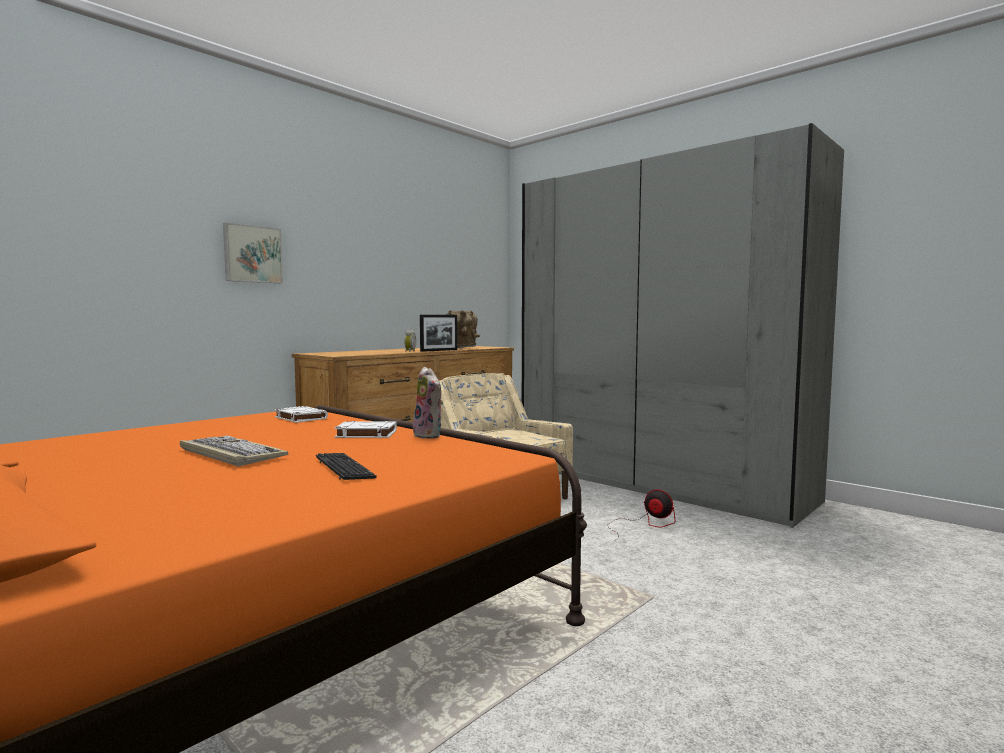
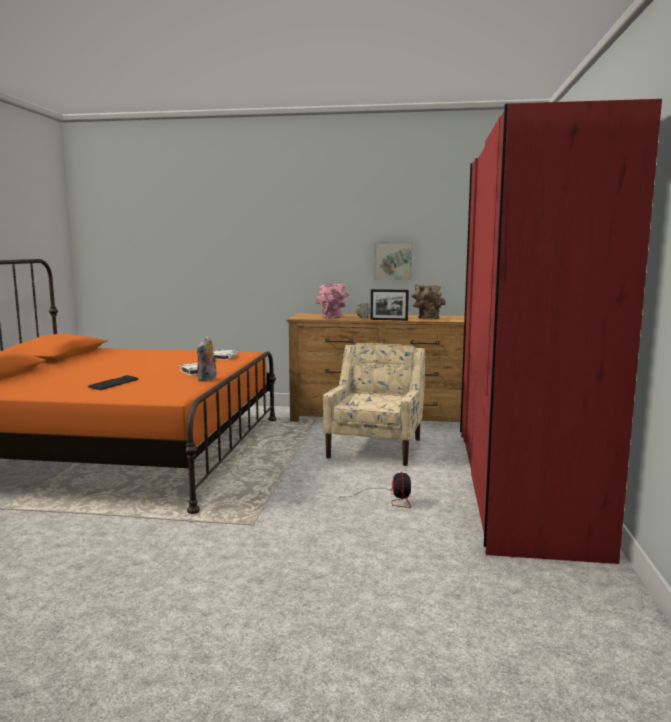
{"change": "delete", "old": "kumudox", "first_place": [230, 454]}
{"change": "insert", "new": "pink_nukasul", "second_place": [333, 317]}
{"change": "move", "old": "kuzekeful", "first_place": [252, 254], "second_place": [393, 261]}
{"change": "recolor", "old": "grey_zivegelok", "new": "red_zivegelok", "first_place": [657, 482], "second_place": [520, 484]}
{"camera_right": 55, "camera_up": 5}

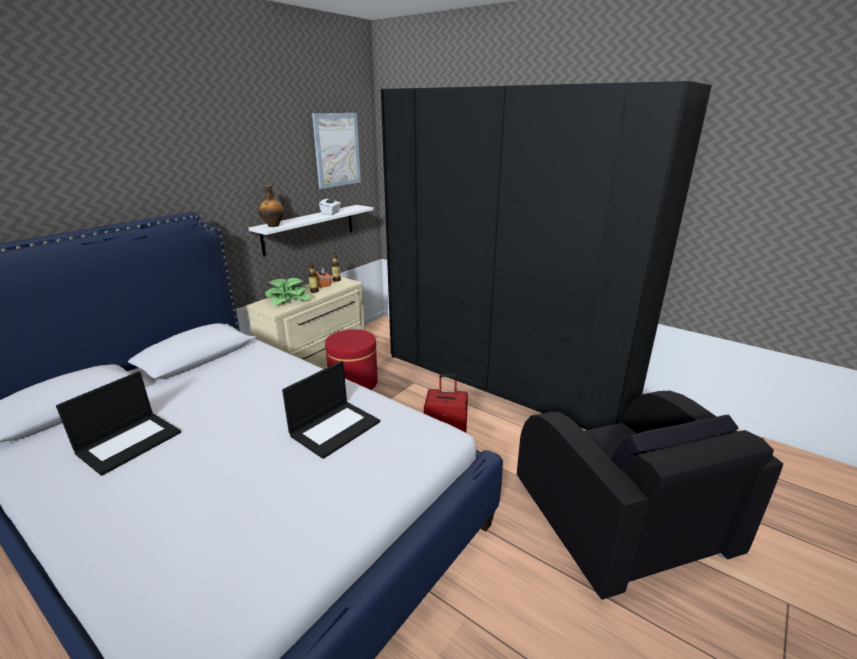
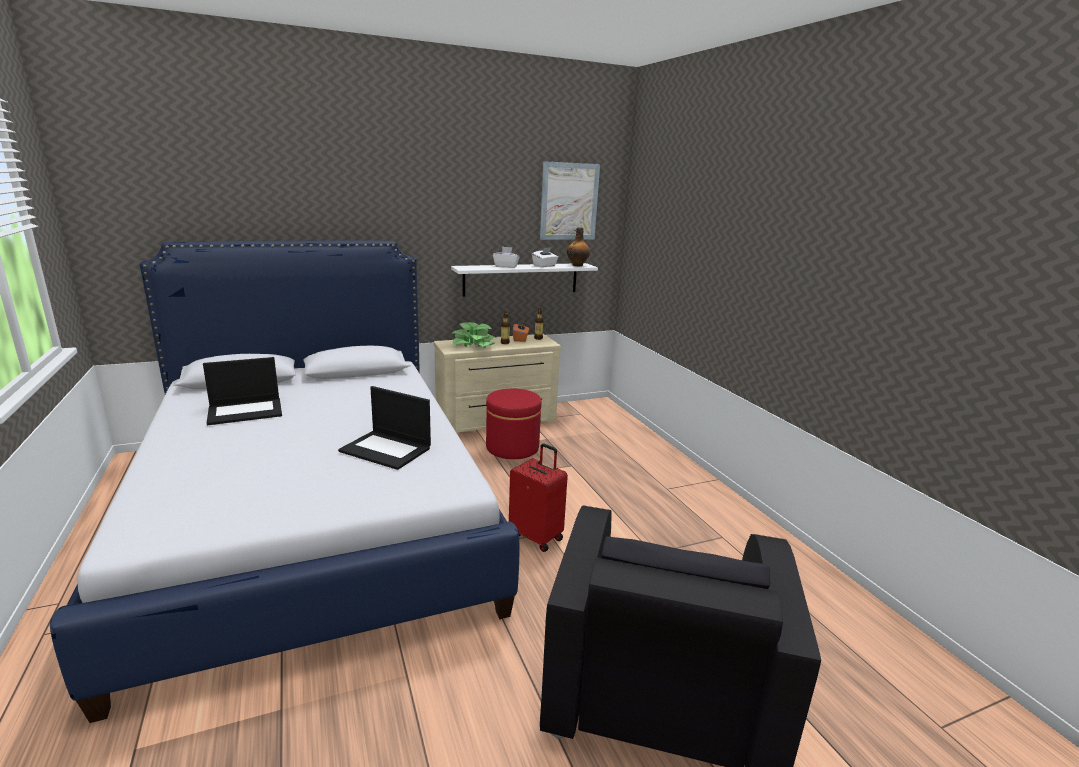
{"change": "delete", "old": "black_zivegelok", "first_place": [506, 377]}
{"change": "insert", "new": "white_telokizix", "second_place": [506, 266]}
{"change": "move", "old": "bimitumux", "first_place": [273, 225], "second_place": [577, 265]}
{"change": "rotate", "old": "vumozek", "first_place": [335, 428], "second_place": [387, 449], "degrees": 45}
{"camera_right": 30, "camera_up": -5}

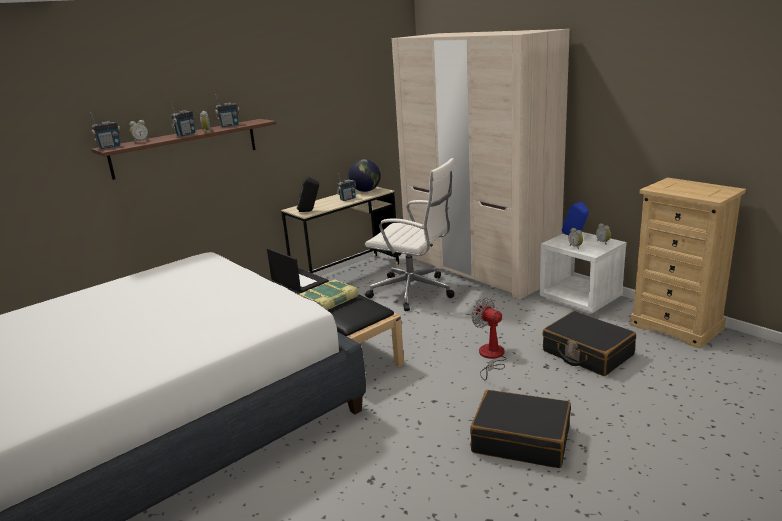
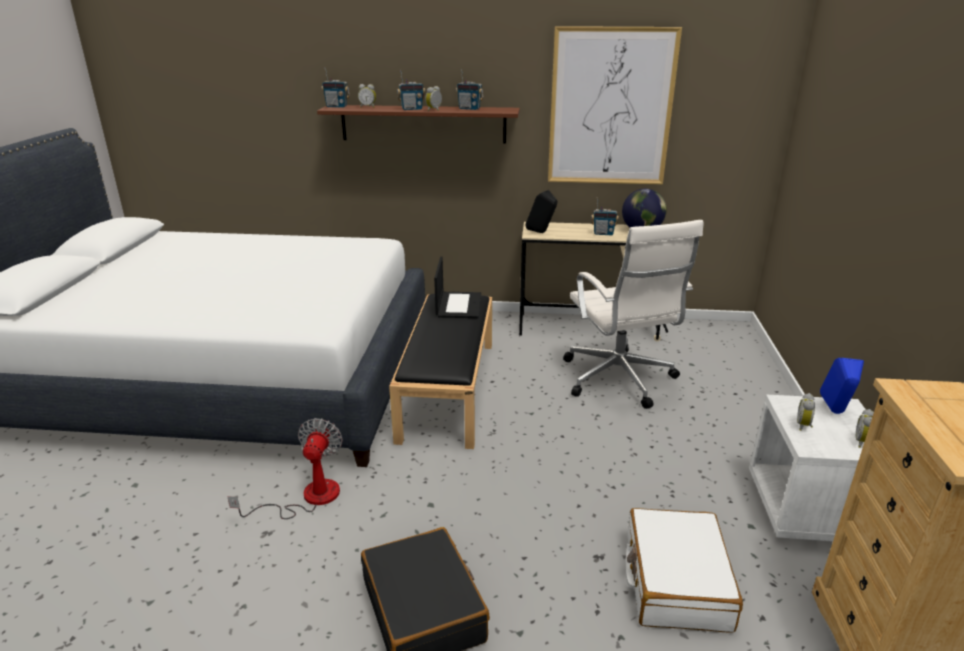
{"change": "delete", "old": "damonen", "first_place": [329, 300]}
{"change": "delete", "old": "beige_zivegelok", "first_place": [478, 269]}
{"change": "insert", "new": "kuzekeful", "second_place": [610, 108]}
{"change": "move", "old": "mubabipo", "first_place": [491, 357], "second_place": [308, 498]}
{"change": "recolor", "old": "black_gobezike", "new": "white_gobezike", "first_place": [587, 353], "second_place": [675, 581]}
{"camera_right": 45, "camera_up": 5}

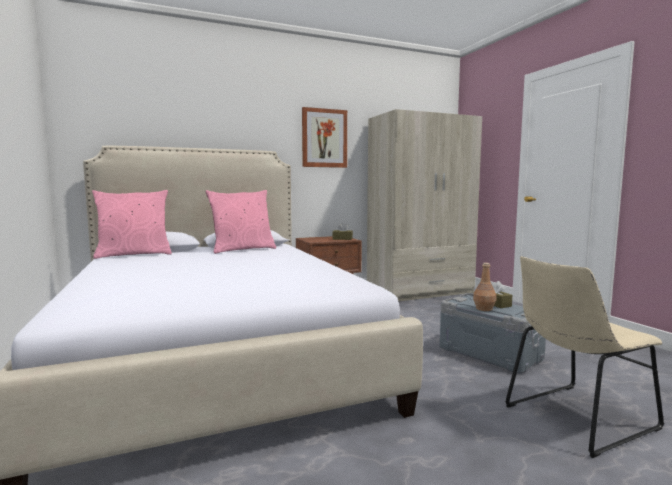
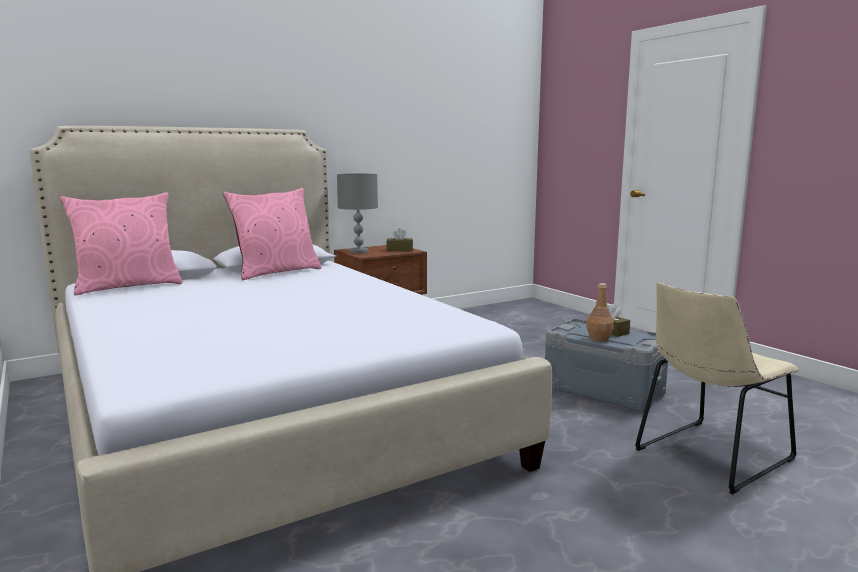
{"change": "delete", "old": "kuzekeful", "first_place": [324, 138]}
{"change": "delete", "old": "beige_zivegelok", "first_place": [420, 291]}
{"change": "insert", "new": "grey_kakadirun", "second_place": [359, 251]}
{"camera_right": -10, "camera_up": 5}

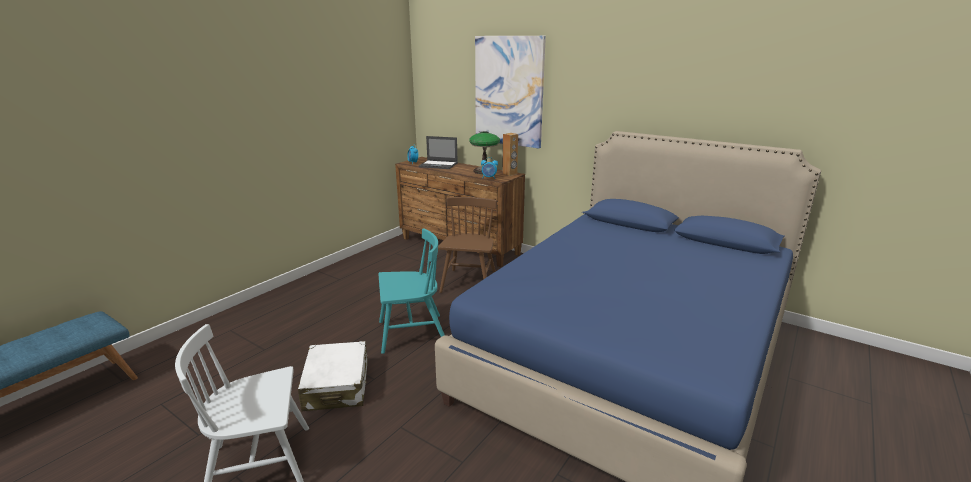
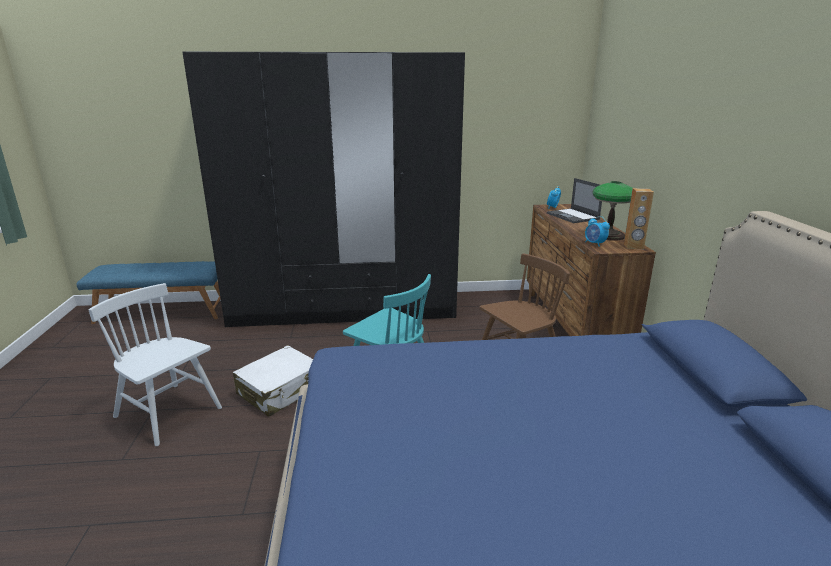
{"change": "delete", "old": "kuzekeful", "first_place": [509, 91]}
{"change": "insert", "new": "black_zivegelok", "second_place": [343, 310]}
{"camera_right": 50, "camera_up": 0}

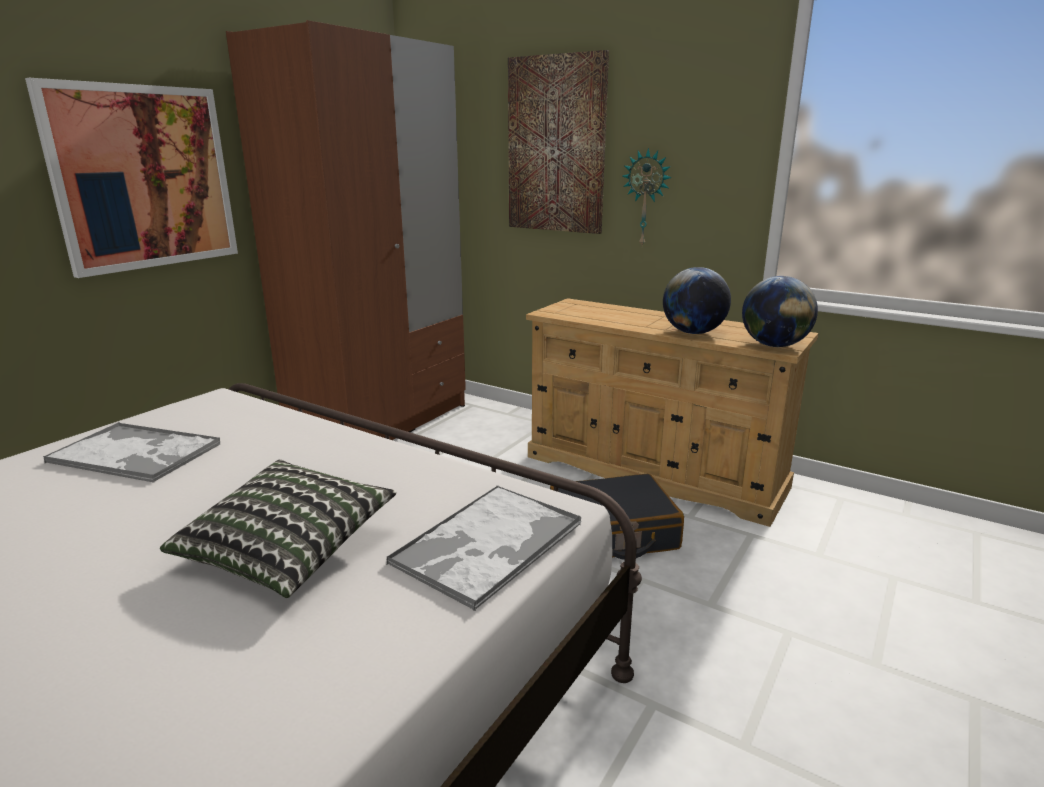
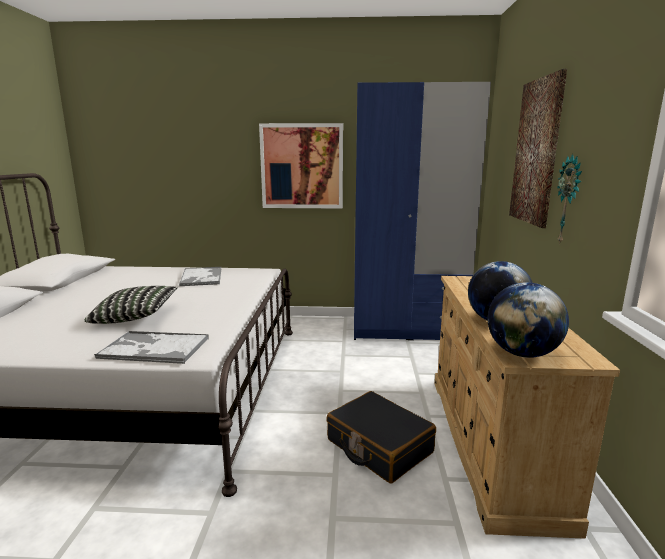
{"change": "recolor", "old": "brown_zivegelok", "new": "blue_zivegelok", "first_place": [381, 422], "second_place": [406, 329]}
{"camera_right": 60, "camera_up": -5}

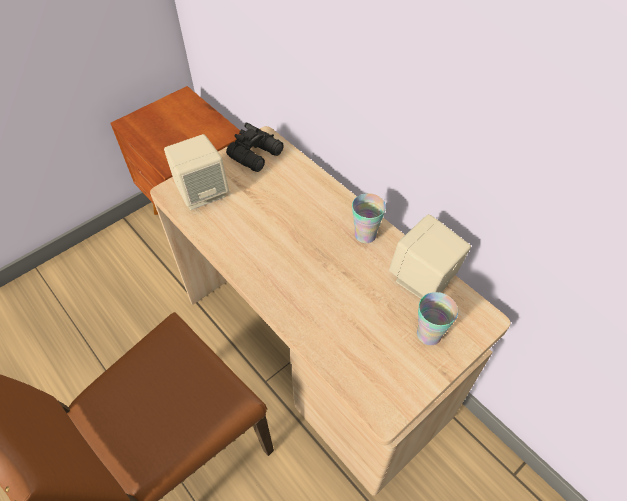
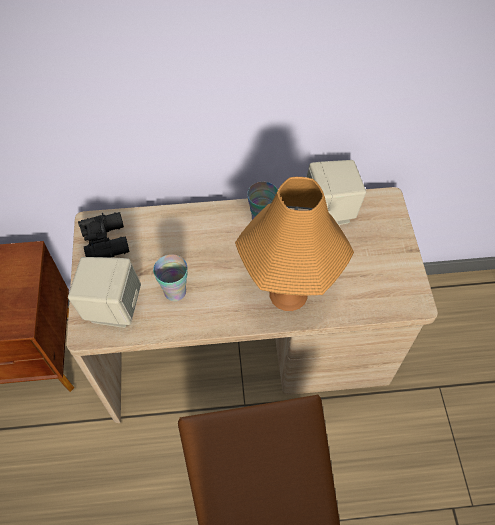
{"change": "insert", "new": "orange_kakadirun", "second_place": [288, 293]}
{"change": "move", "old": "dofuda", "first_place": [429, 334], "second_place": [175, 292]}
{"camera_right": -55, "camera_up": 5}

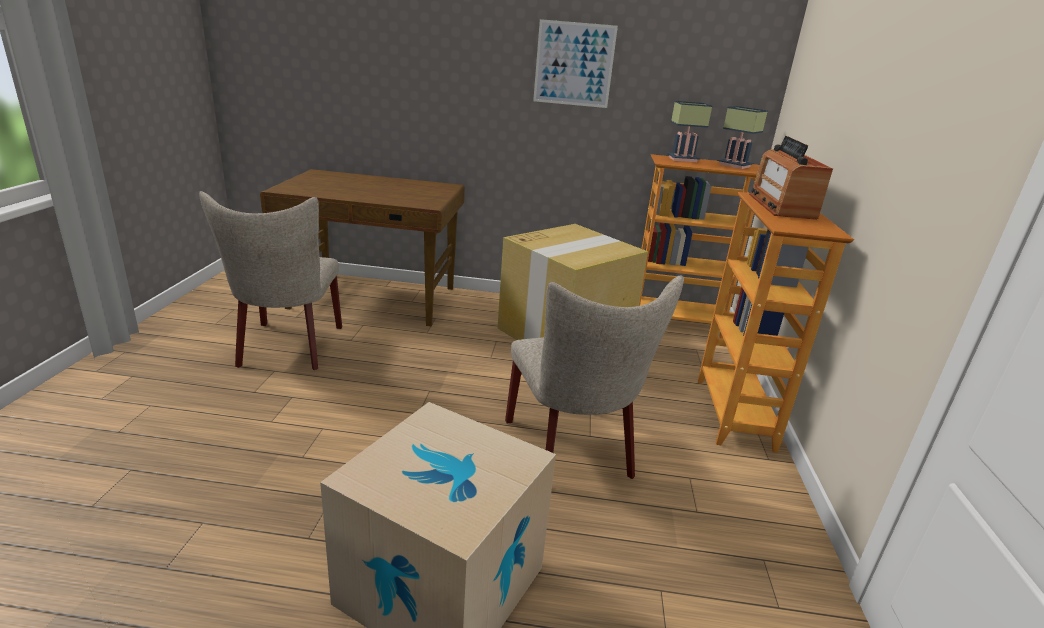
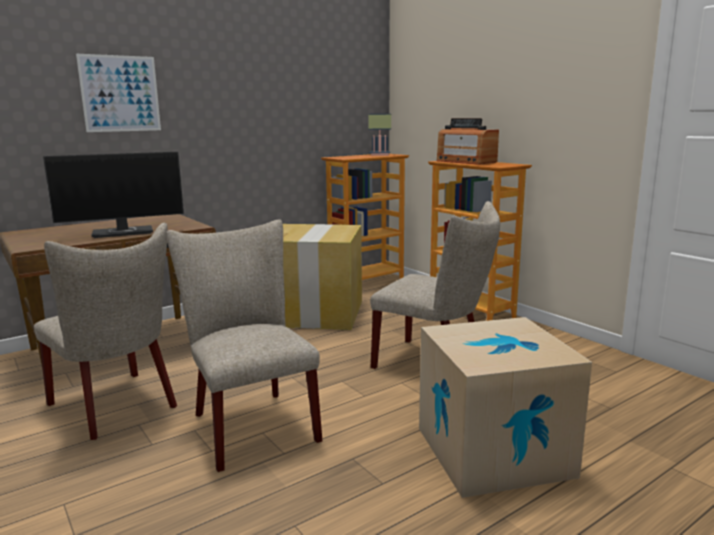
{"change": "delete", "old": "kakadirun", "first_place": [681, 159]}
{"change": "insert", "new": "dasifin", "second_place": [124, 232]}
{"change": "insert", "new": "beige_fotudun", "second_place": [250, 423]}
{"change": "move", "old": "kuzekeful", "first_place": [574, 64], "second_place": [120, 93]}
{"camera_right": -40, "camera_up": -10}

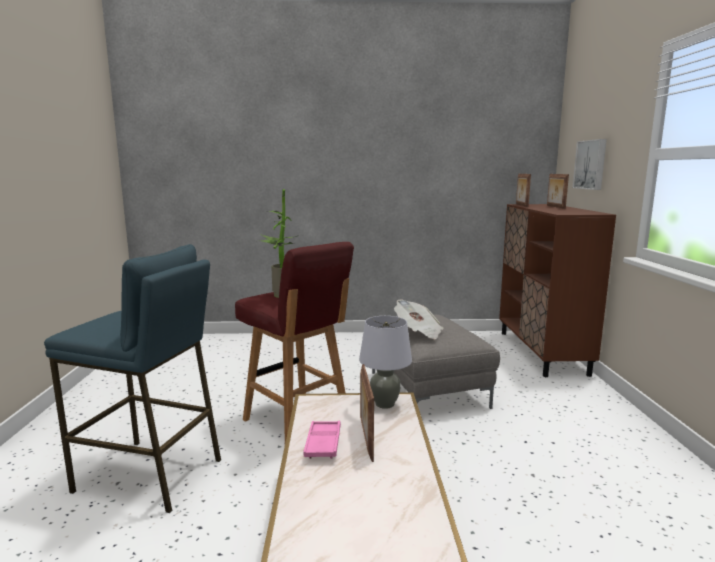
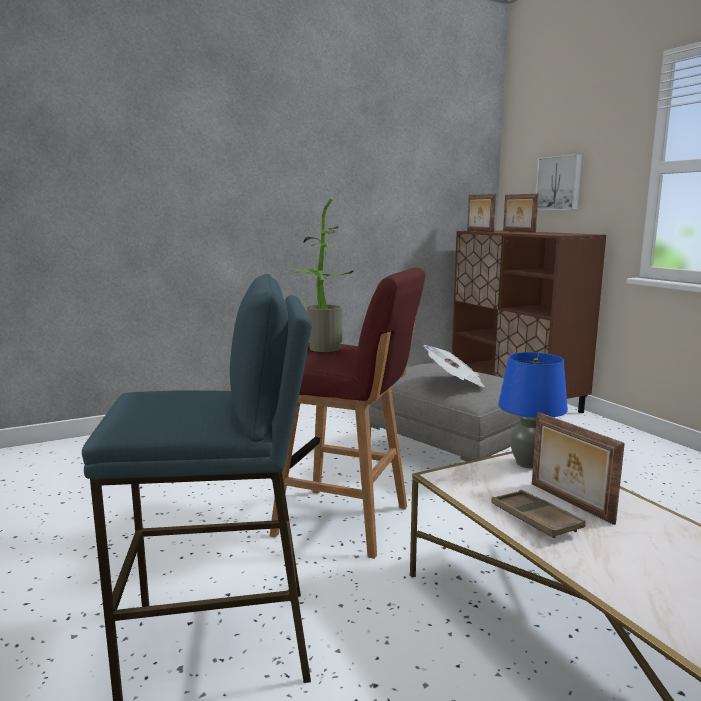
{"change": "recolor", "old": "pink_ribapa", "new": "brown_ribapa", "first_place": [323, 443], "second_place": [535, 519]}
{"change": "recolor", "old": "grey_kakadirun", "new": "blue_kakadirun", "first_place": [384, 404], "second_place": [528, 463]}
{"camera_right": -25, "camera_up": 0}

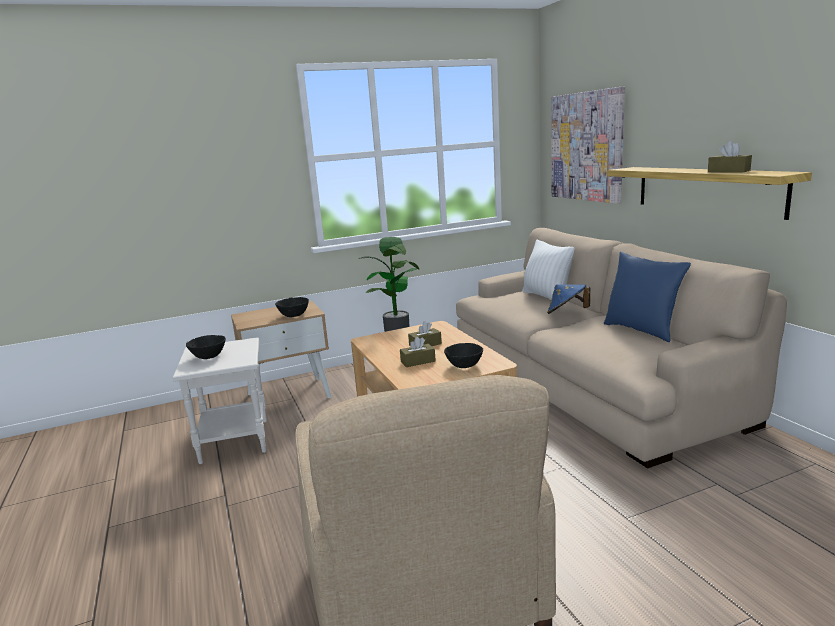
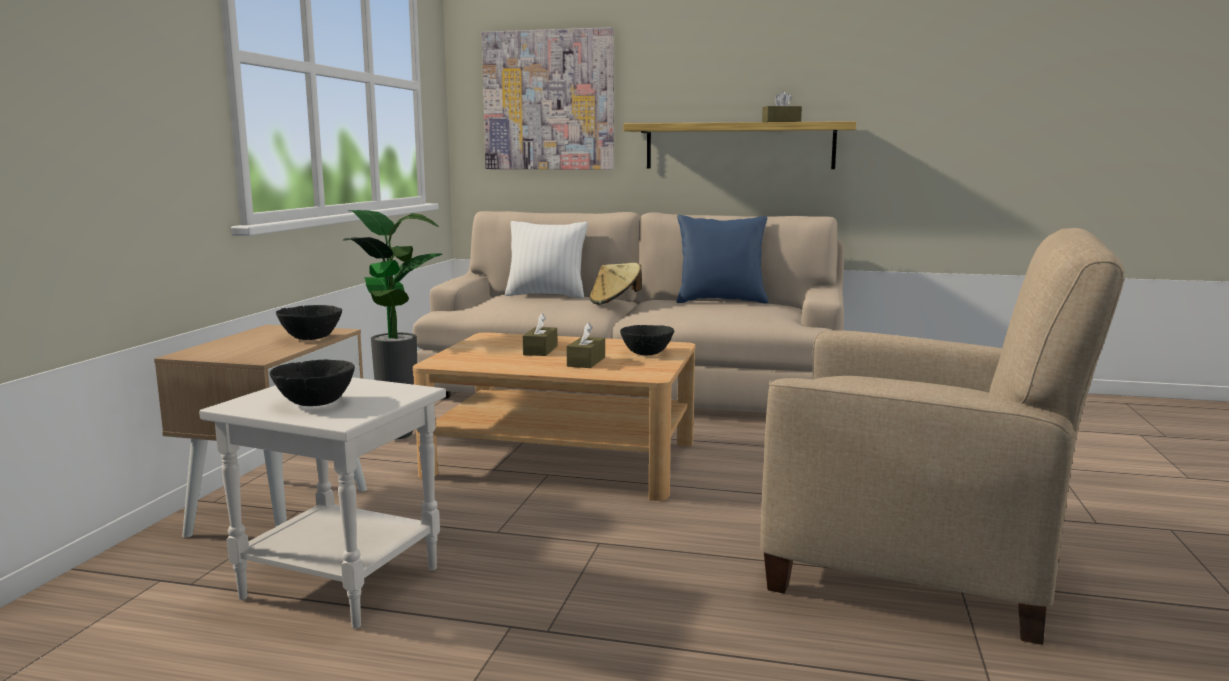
{"change": "recolor", "old": "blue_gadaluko", "new": "beige_gadaluko", "first_place": [567, 313], "second_place": [615, 302]}
{"camera_right": -55, "camera_up": -5}

